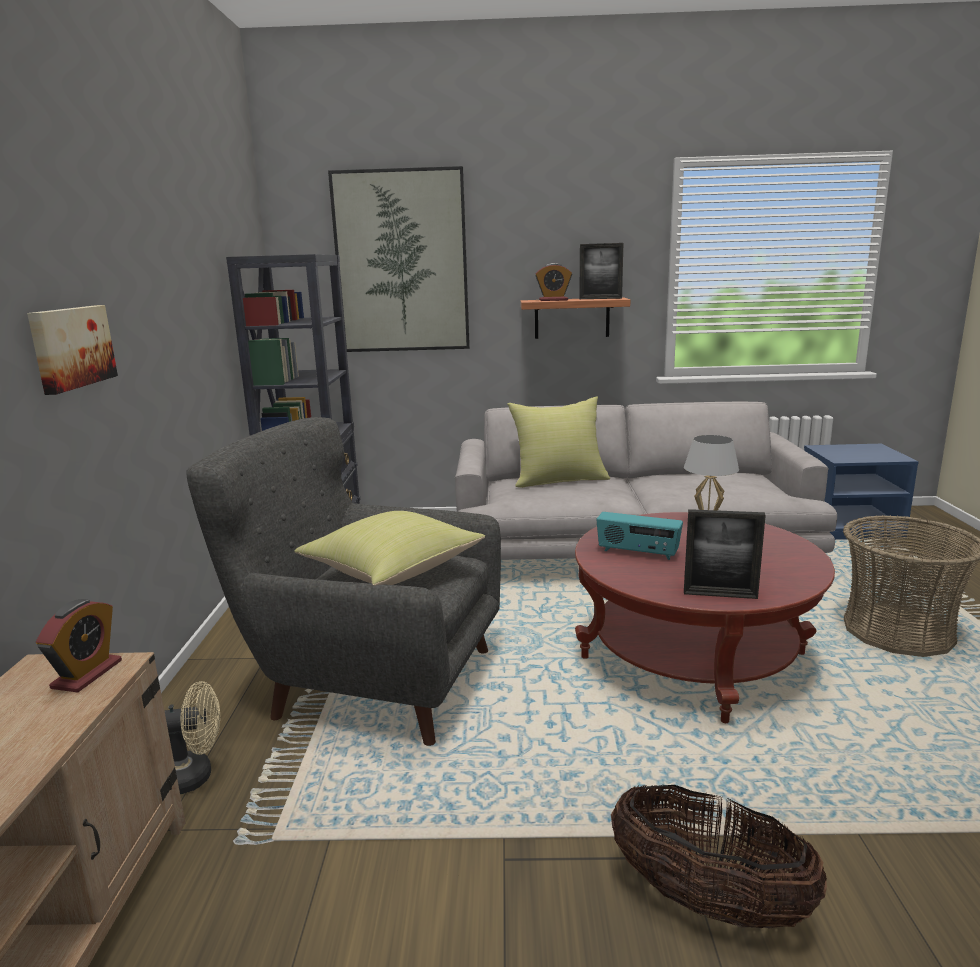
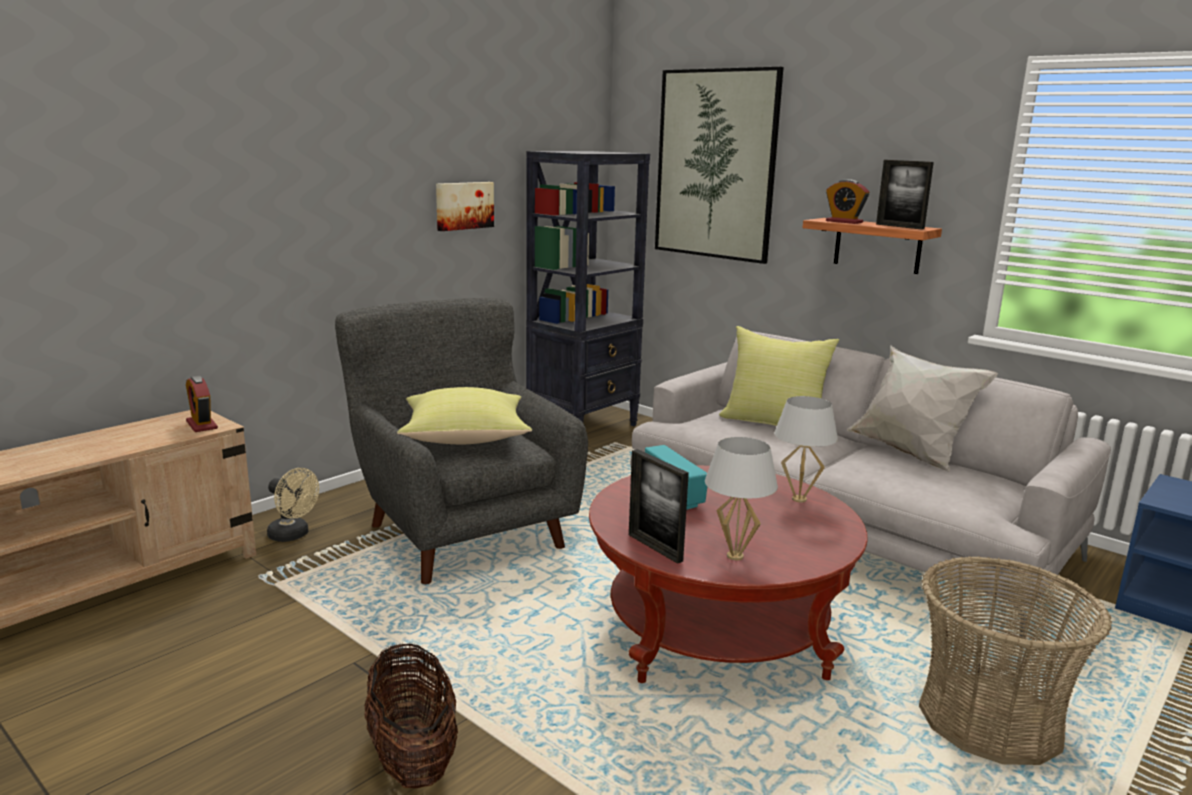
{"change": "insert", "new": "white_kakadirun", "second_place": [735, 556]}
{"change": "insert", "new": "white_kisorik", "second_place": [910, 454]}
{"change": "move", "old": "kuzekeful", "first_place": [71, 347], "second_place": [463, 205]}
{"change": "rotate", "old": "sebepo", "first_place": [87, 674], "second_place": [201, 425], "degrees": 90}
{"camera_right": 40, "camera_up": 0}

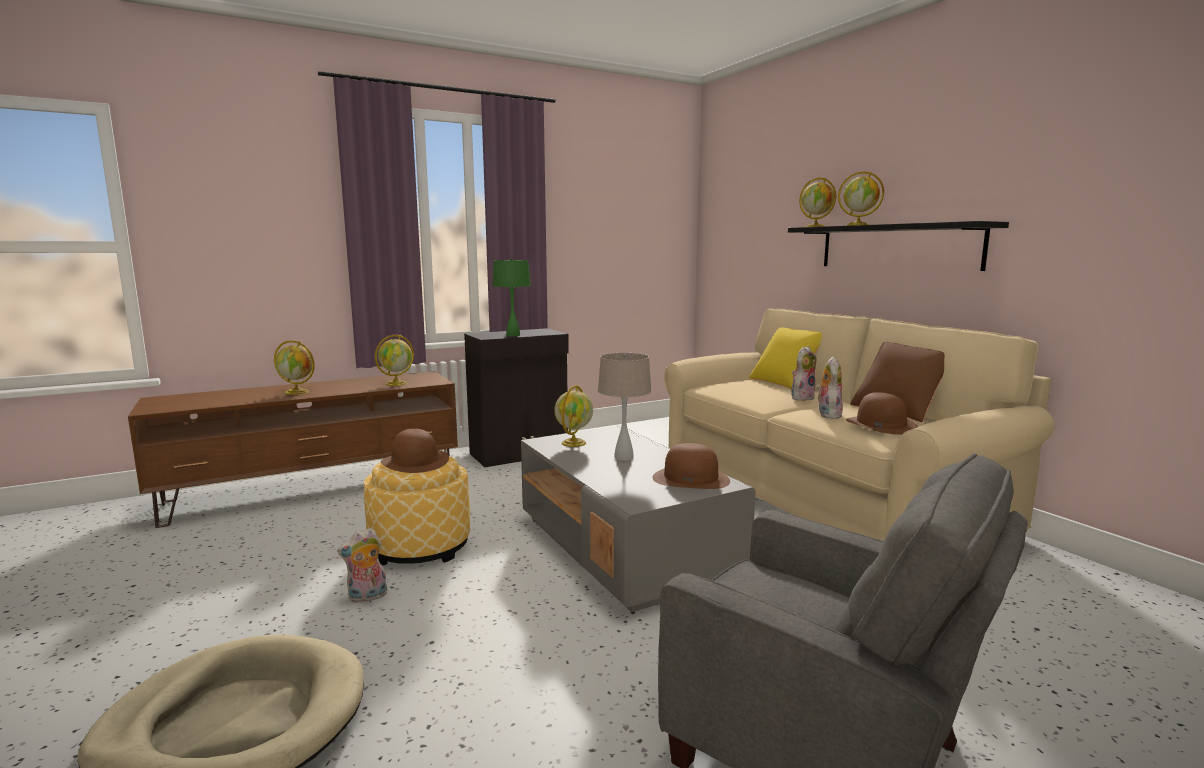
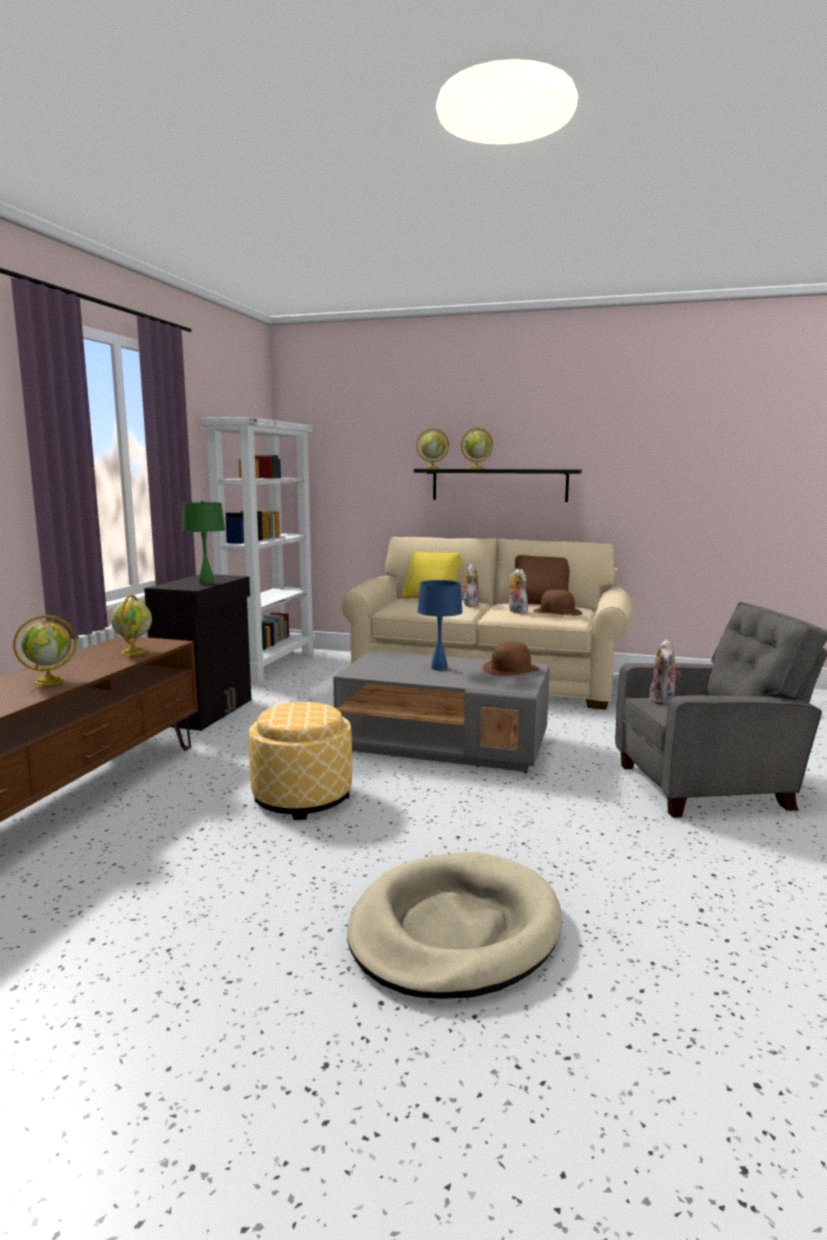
{"change": "delete", "old": "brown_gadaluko", "first_place": [415, 461]}
{"change": "delete", "old": "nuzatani", "first_place": [573, 443]}
{"change": "insert", "new": "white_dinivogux", "second_place": [269, 665]}
{"change": "move", "old": "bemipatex", "first_place": [367, 597], "second_place": [663, 701]}
{"change": "recolor", "old": "beige_kakadirun", "new": "blue_kakadirun", "first_place": [624, 457], "second_place": [439, 668]}
{"camera_right": -45, "camera_up": 0}

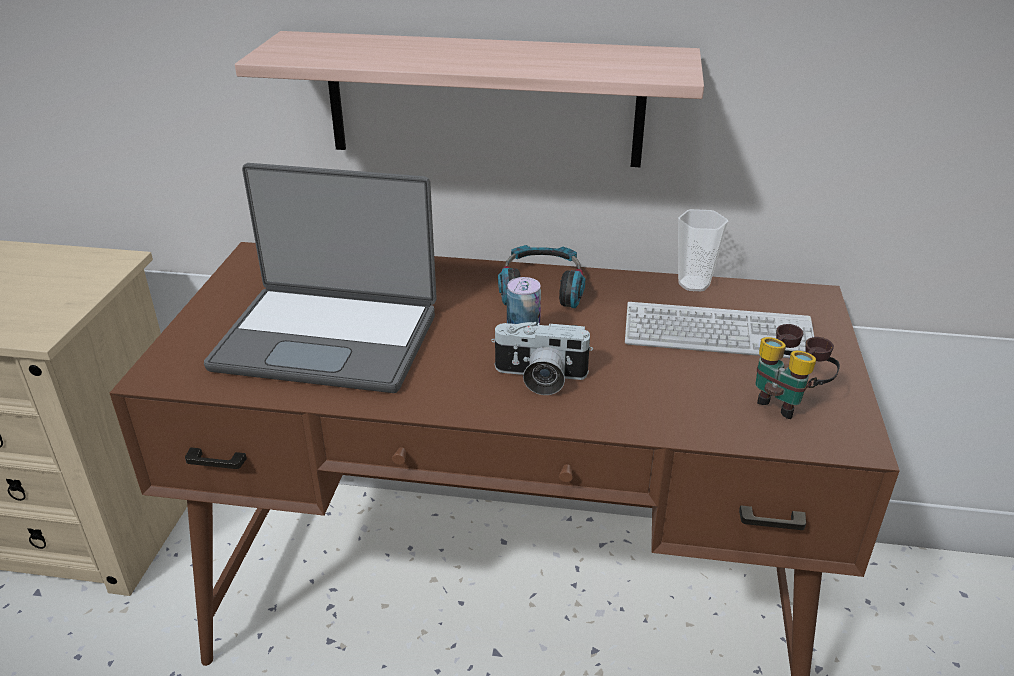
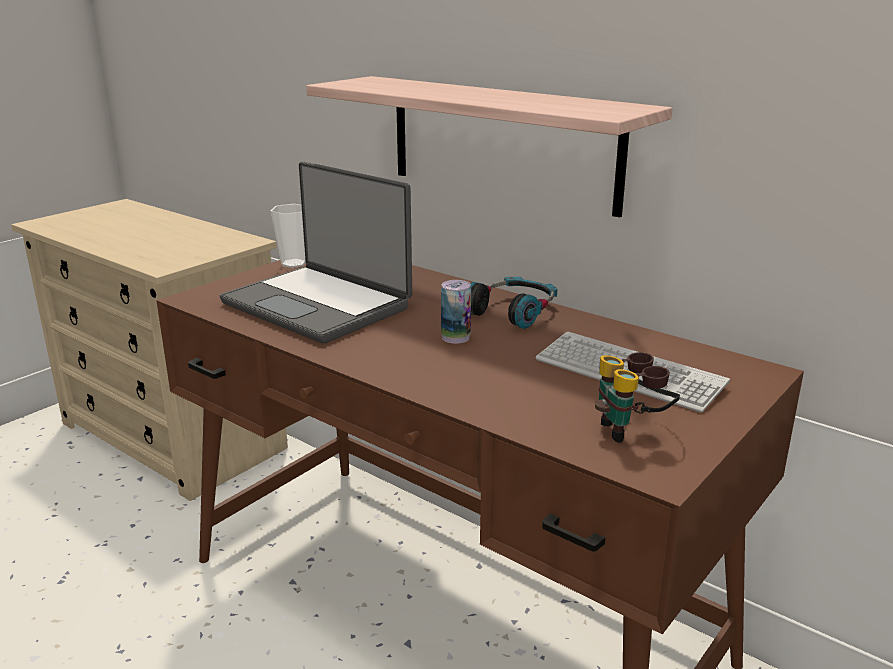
{"change": "delete", "old": "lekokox", "first_place": [539, 378]}
{"change": "move", "old": "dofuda", "first_place": [693, 284], "second_place": [294, 263]}
{"camera_right": 30, "camera_up": -10}

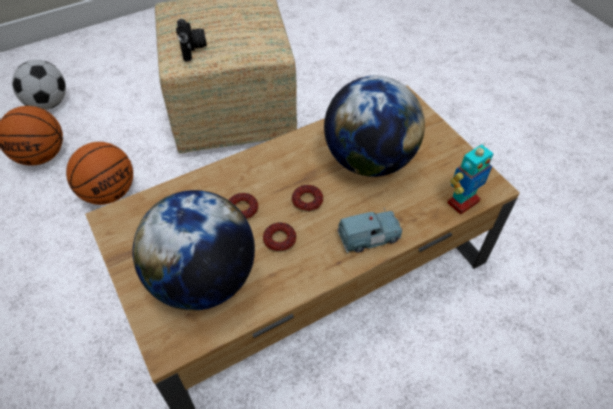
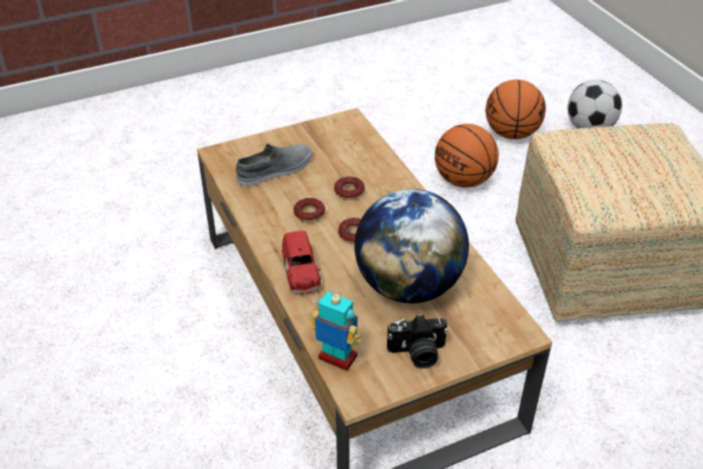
{"change": "move", "old": "lekokox", "first_place": [193, 48], "second_place": [417, 354]}
{"change": "replace", "old": "nuzatani", "new": "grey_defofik", "first_place": [204, 280], "second_place": [276, 170]}
{"change": "recolor", "old": "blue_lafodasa", "new": "red_lafodasa", "first_place": [369, 237], "second_place": [301, 274]}
{"change": "rotate", "old": "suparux", "first_place": [462, 202], "second_place": [337, 358], "degrees": 150}
{"camera_right": 95, "camera_up": -10}

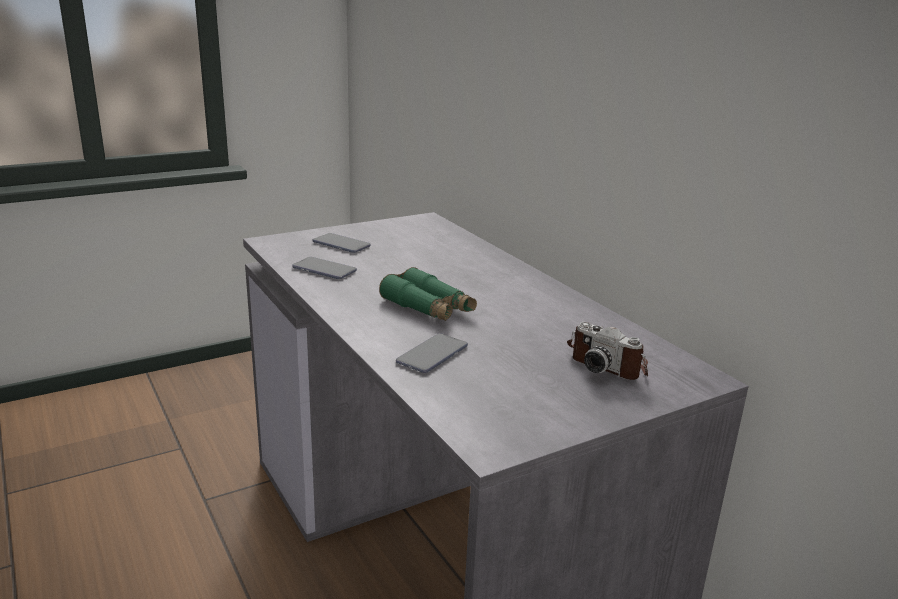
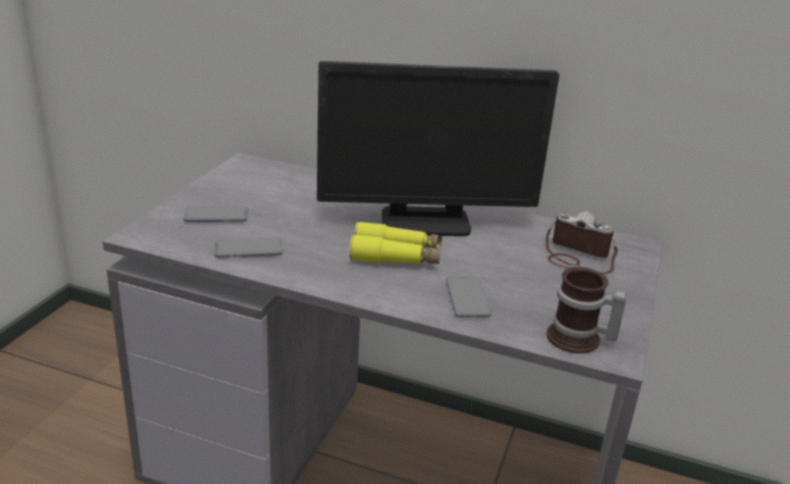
{"change": "insert", "new": "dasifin", "second_place": [425, 222]}
{"change": "insert", "new": "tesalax", "second_place": [578, 340]}
{"change": "recolor", "old": "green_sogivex", "new": "yellow_sogivex", "first_place": [428, 308], "second_place": [396, 256]}
{"change": "rotate", "old": "lekokox", "first_place": [609, 364], "second_place": [577, 256], "degrees": -150}
{"camera_right": -40, "camera_up": 5}

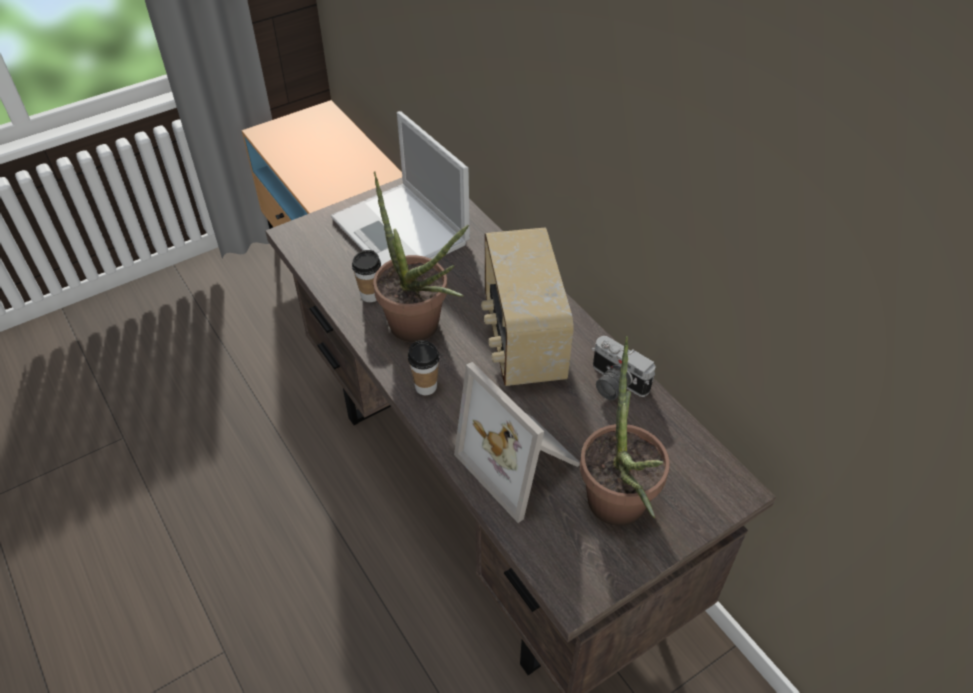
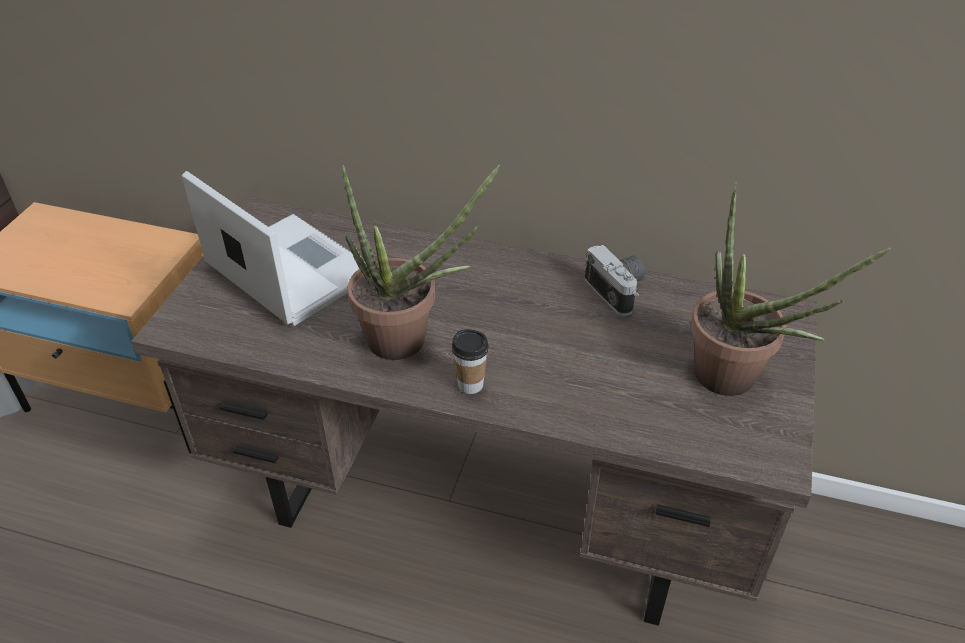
{"change": "delete", "old": "dofuda", "first_place": [370, 295]}
{"change": "delete", "old": "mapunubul", "first_place": [523, 462]}
{"change": "delete", "old": "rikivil", "first_place": [521, 340]}
{"change": "rotate", "old": "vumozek", "first_place": [402, 232], "second_place": [288, 269], "degrees": -150}
{"change": "rotate", "old": "lekokox", "first_place": [613, 384], "second_place": [619, 290], "degrees": -120}
{"camera_right": -40, "camera_up": -5}

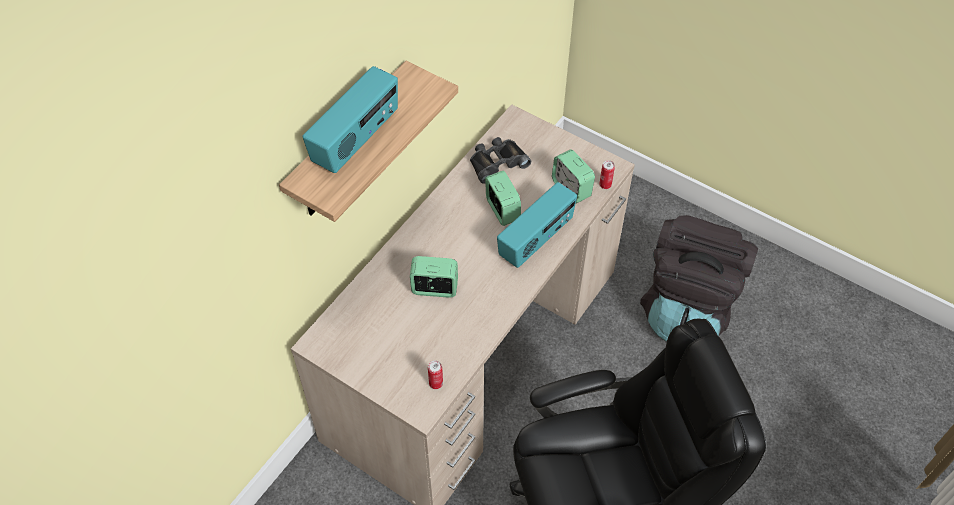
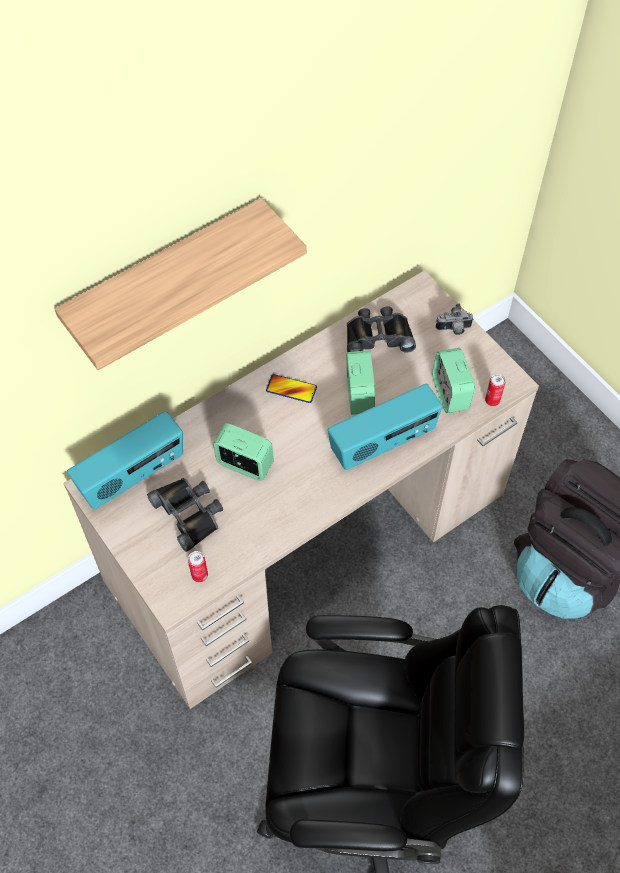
{"change": "insert", "new": "black_sogivex", "second_place": [189, 513]}
{"change": "insert", "new": "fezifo", "second_place": [291, 389]}
{"change": "insert", "new": "lekokox", "second_place": [453, 329]}
{"change": "move", "old": "rikivil", "first_place": [357, 140], "second_place": [132, 476]}
{"camera_right": 20, "camera_up": 5}

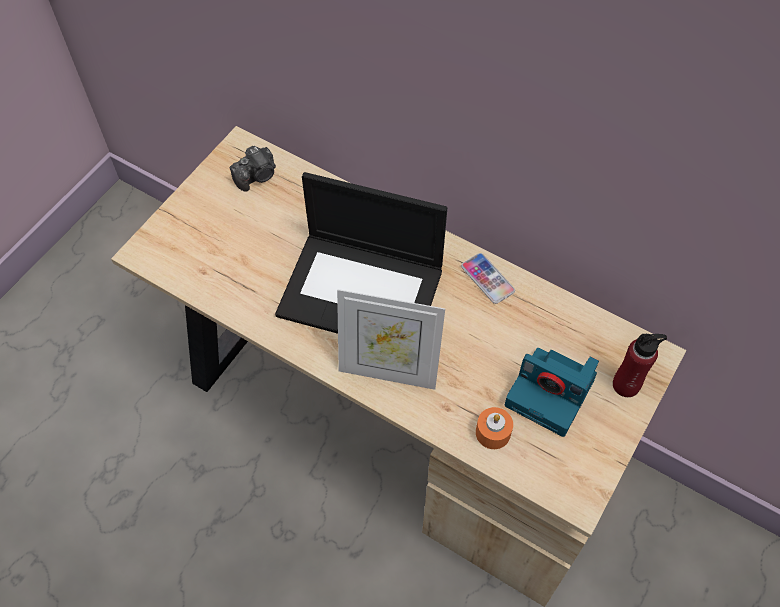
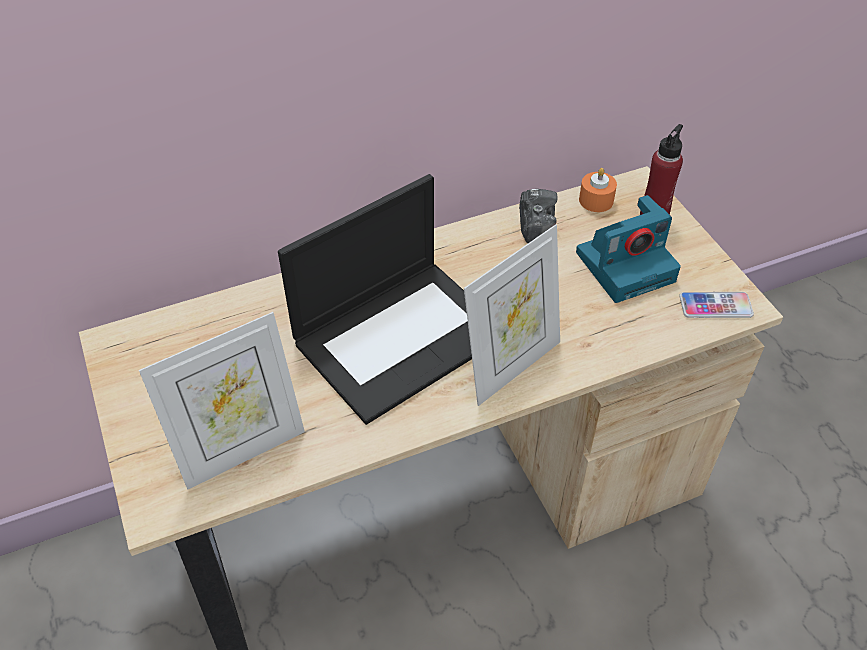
{"change": "insert", "new": "mapunubul", "second_place": [241, 450]}
{"change": "move", "old": "lekokox", "first_place": [257, 176], "second_place": [535, 226]}
{"change": "move", "old": "fezifo", "first_place": [487, 279], "second_place": [715, 306]}
{"change": "move", "old": "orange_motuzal", "first_place": [493, 432], "second_place": [596, 200]}
{"camera_right": -55, "camera_up": -10}

